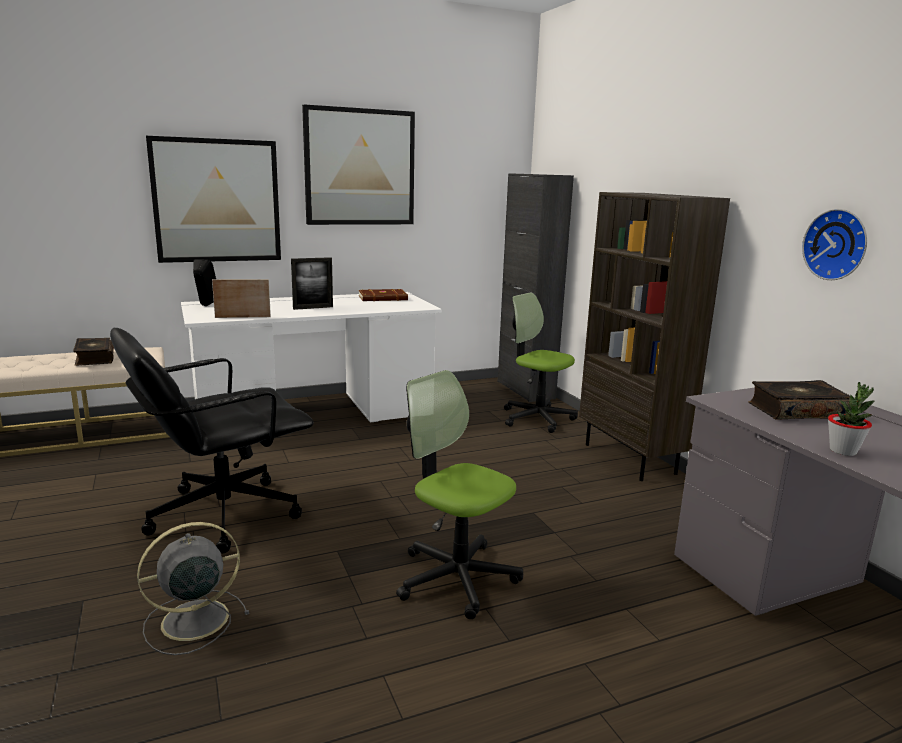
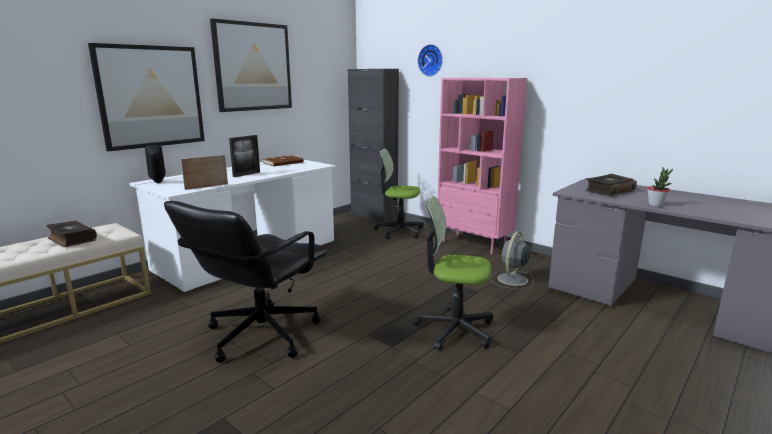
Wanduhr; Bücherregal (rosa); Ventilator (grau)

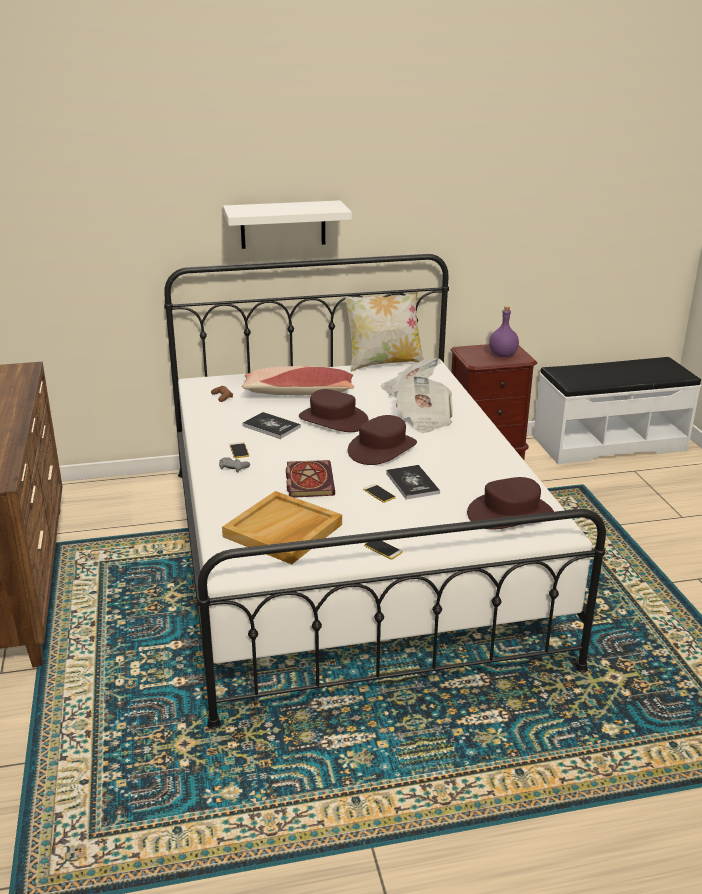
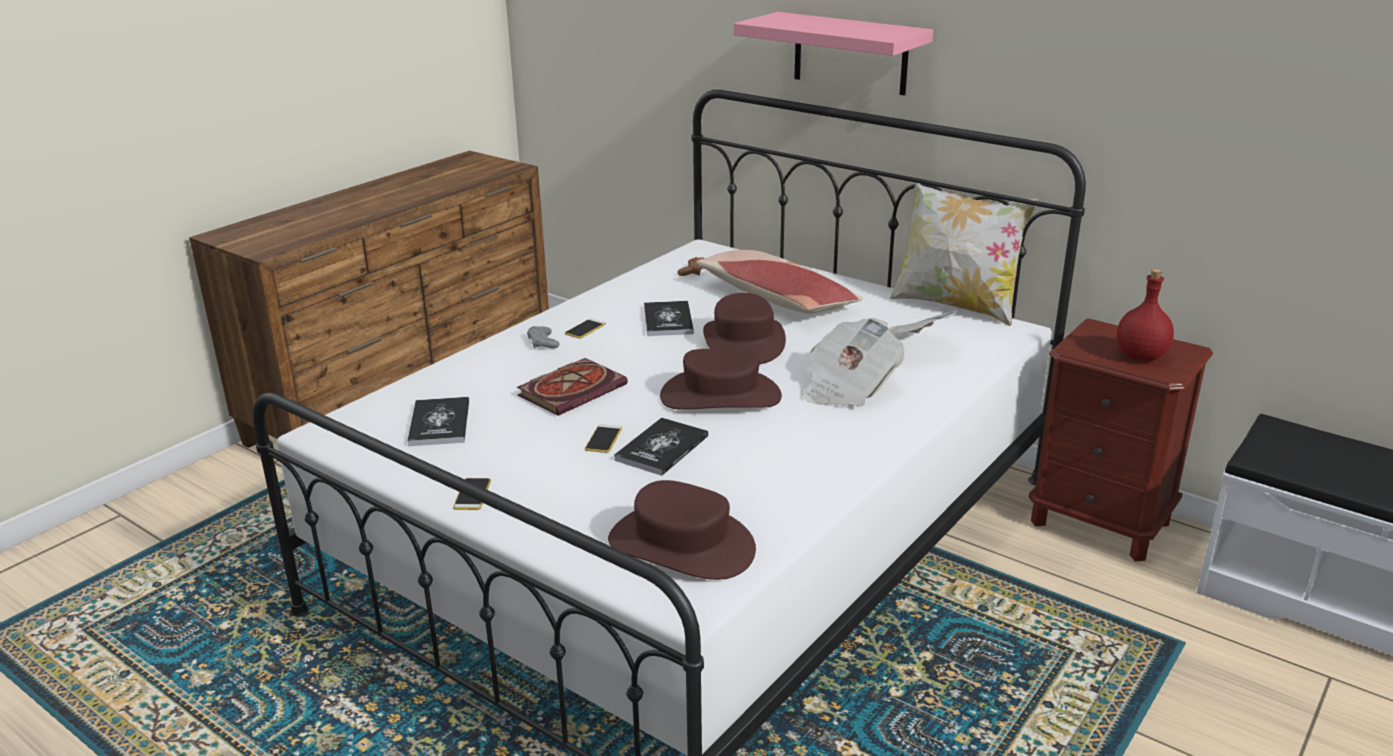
Buch (1st from left); Wandregal (rosa); Flasche (rot)

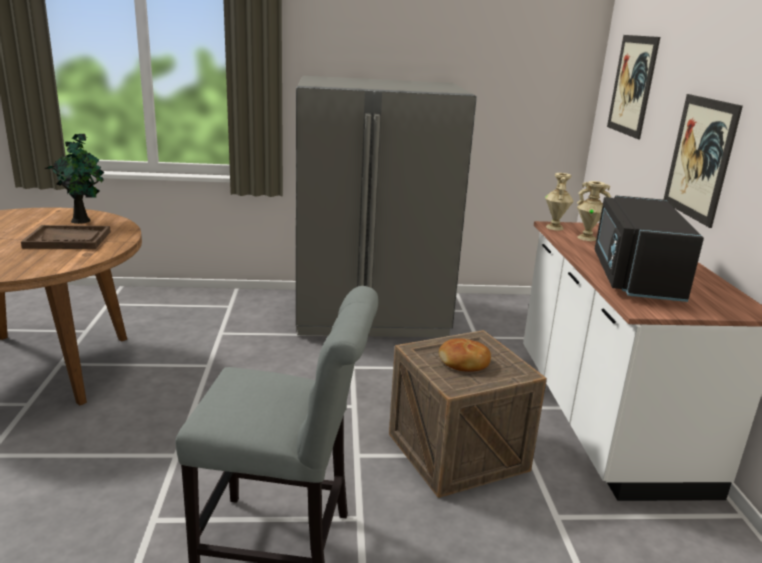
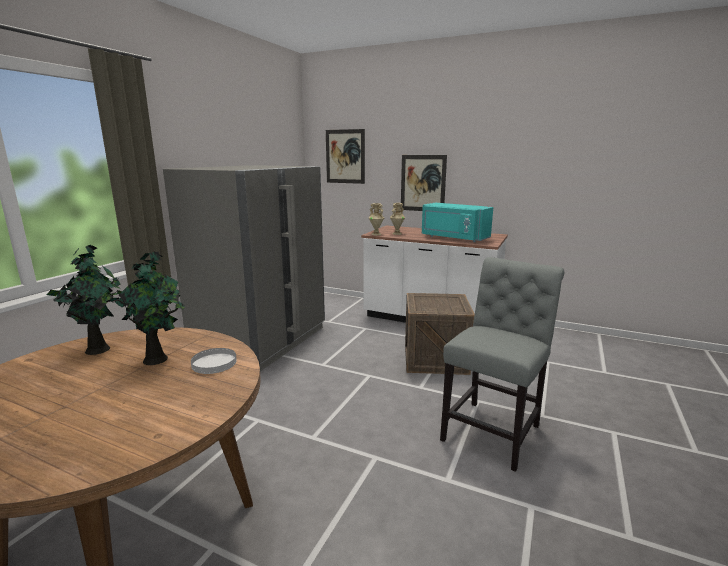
Topfpflanze (2nd from left); Teller (weiß); Mikrowelle (türkis); Brot

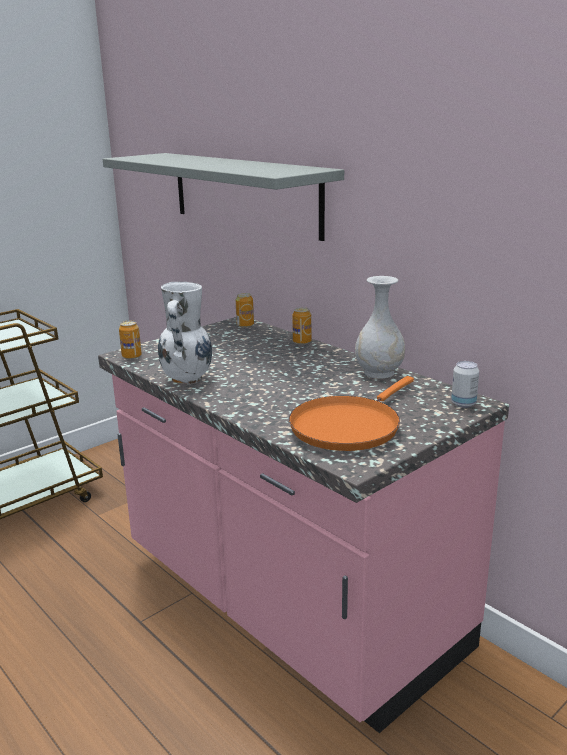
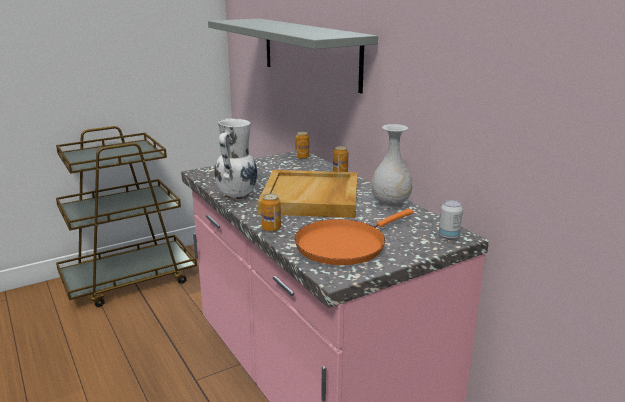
Tablett (beige); Dose (1st from left)

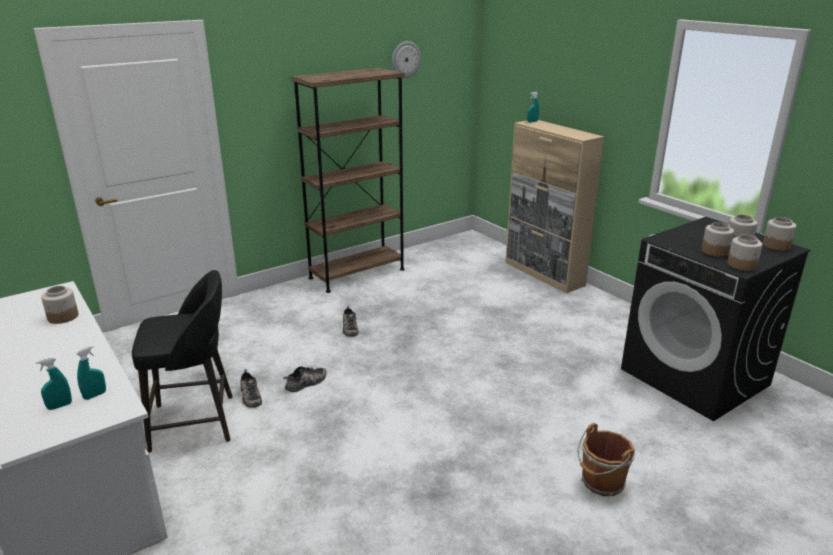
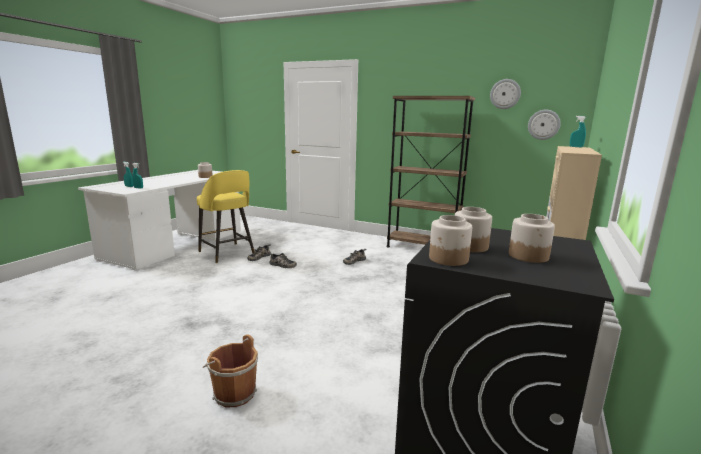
Hocker (gelb); Wanduhr (2nd from left); Vorratsglas (5th from left in the first image)

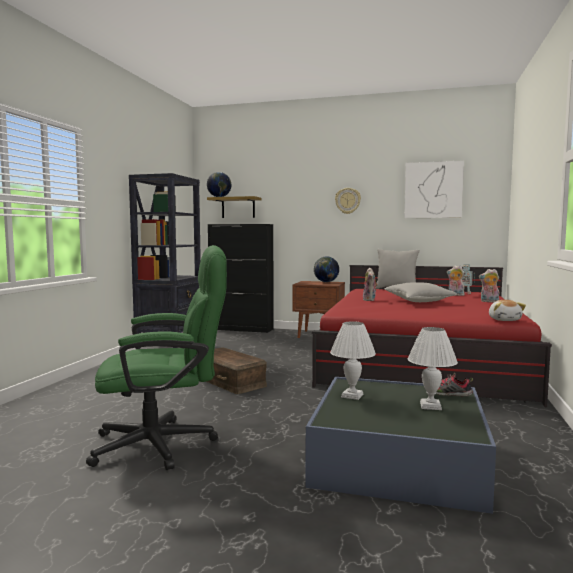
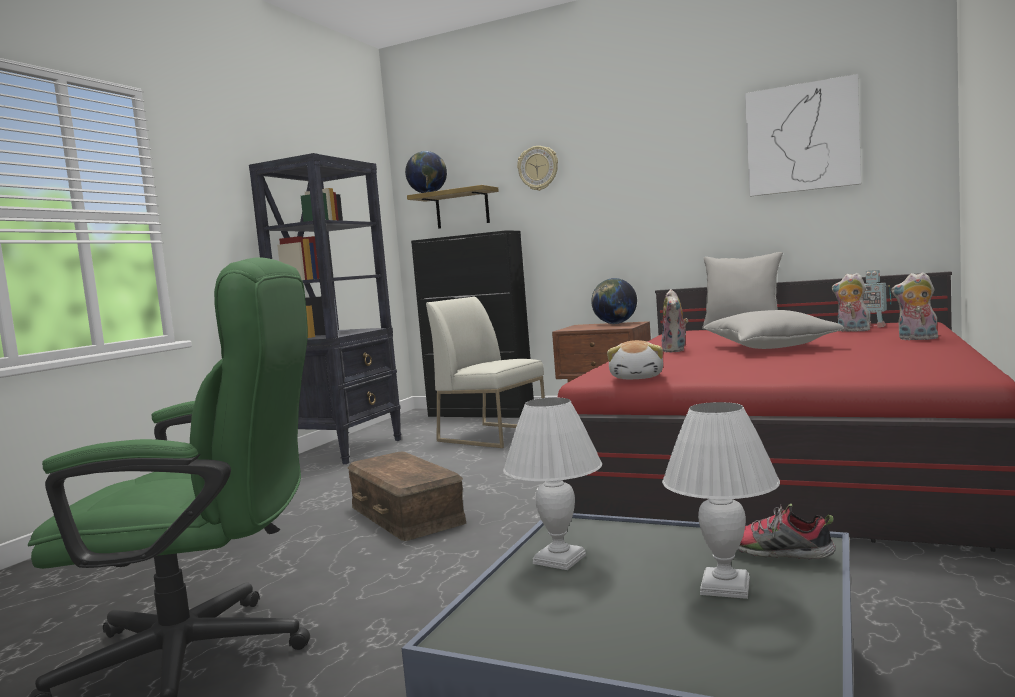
Stuhl (weiß); Wanduhr; Plüschtier (1st from left)

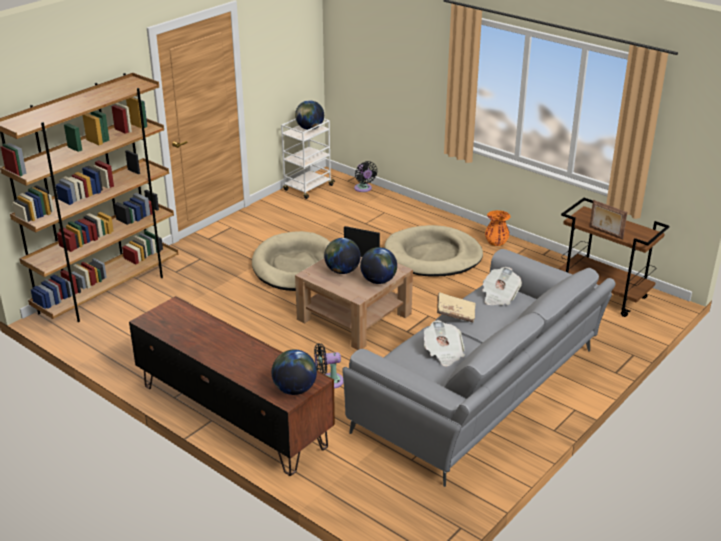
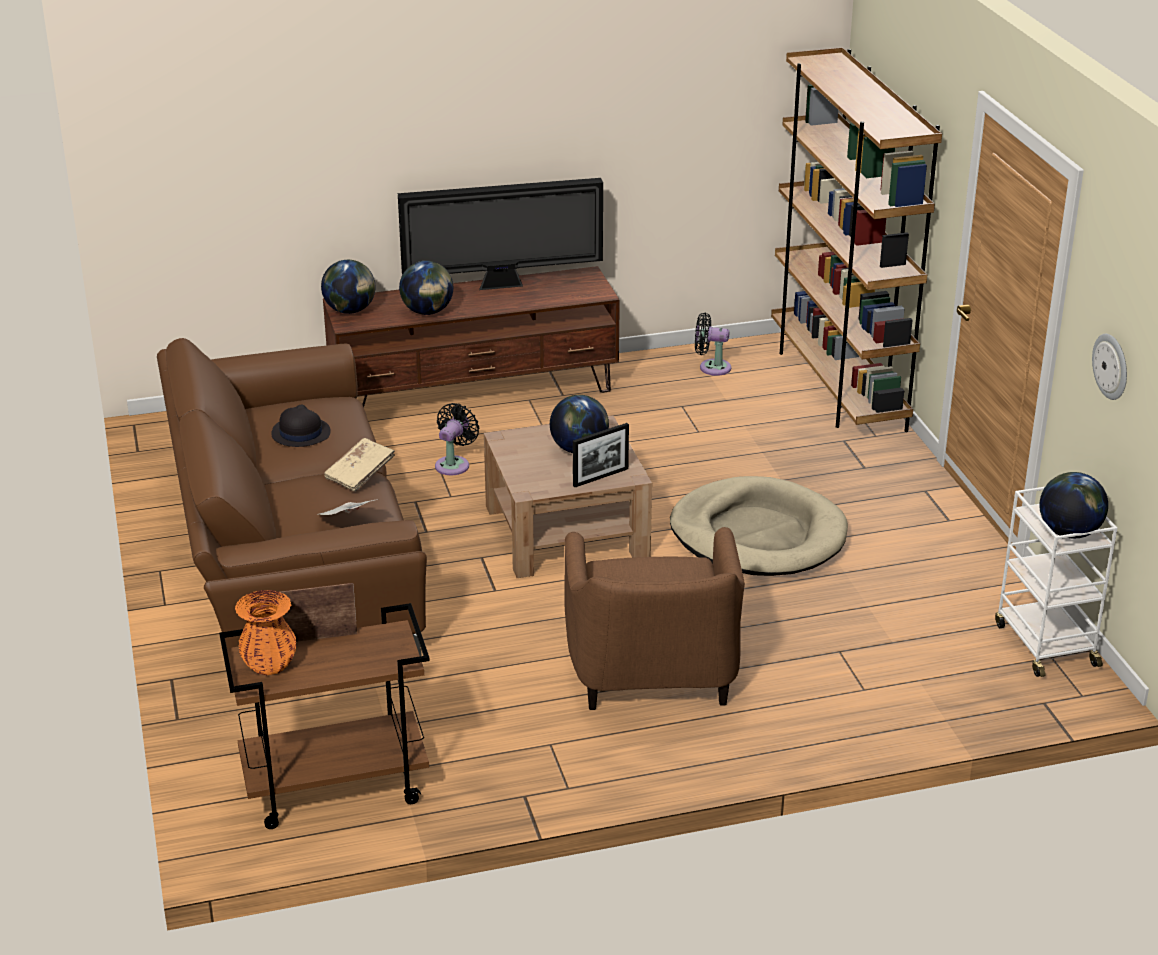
Sofa (braun); Vase (orange); Hut (schwarz); Fernseher; Globus (2nd from left); Sessel (braun); Ventilator (schwarz) (2nd from left); Wanduhr

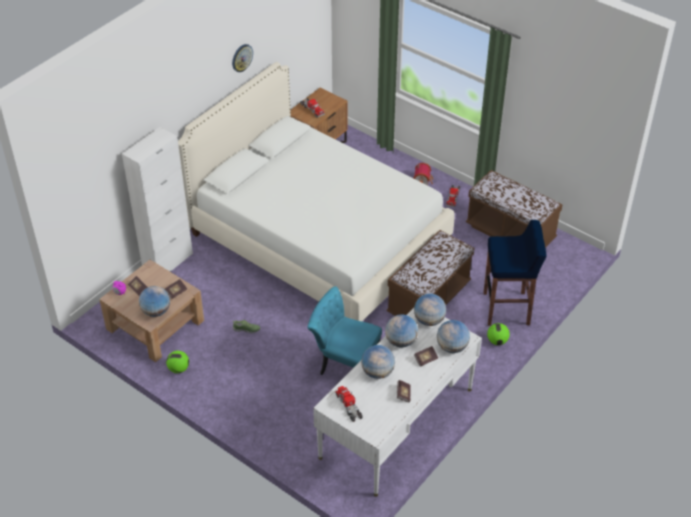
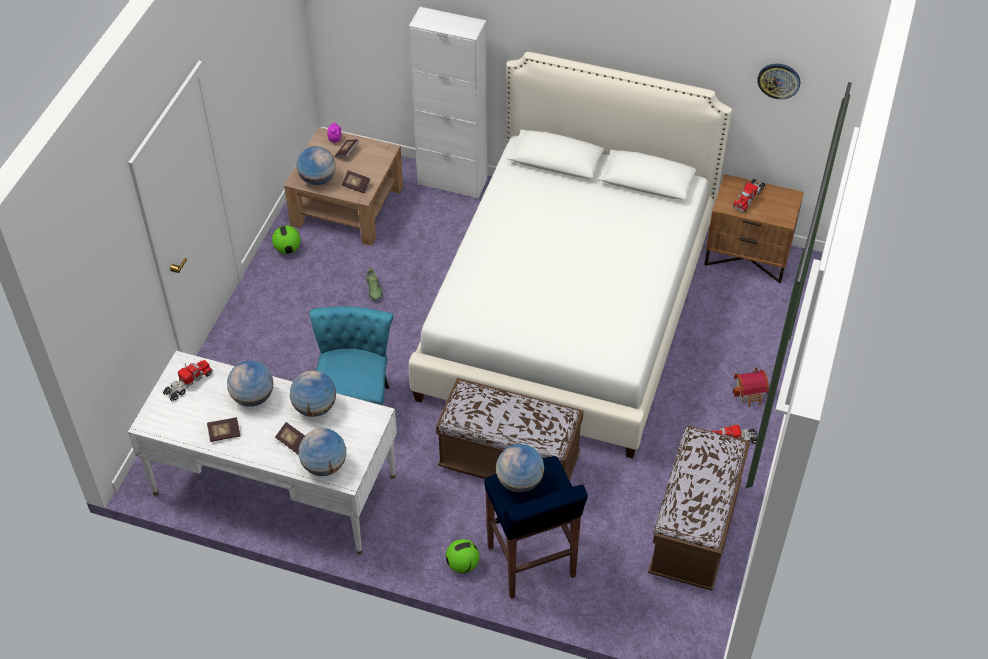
Globus (5th from left); Wanduhr

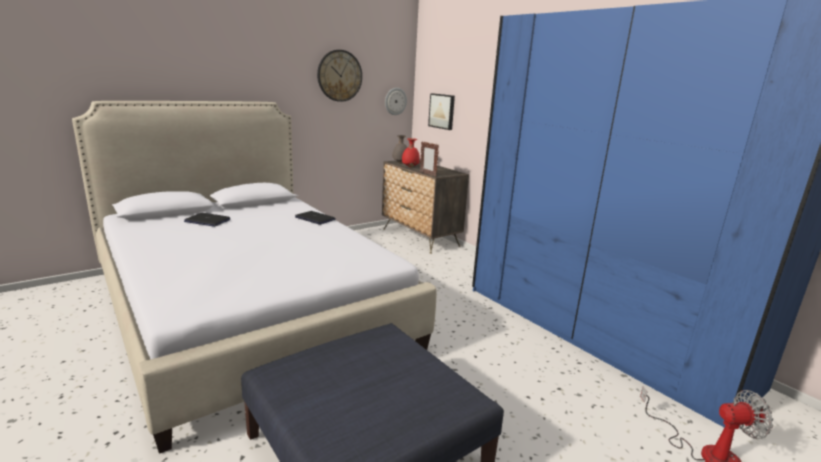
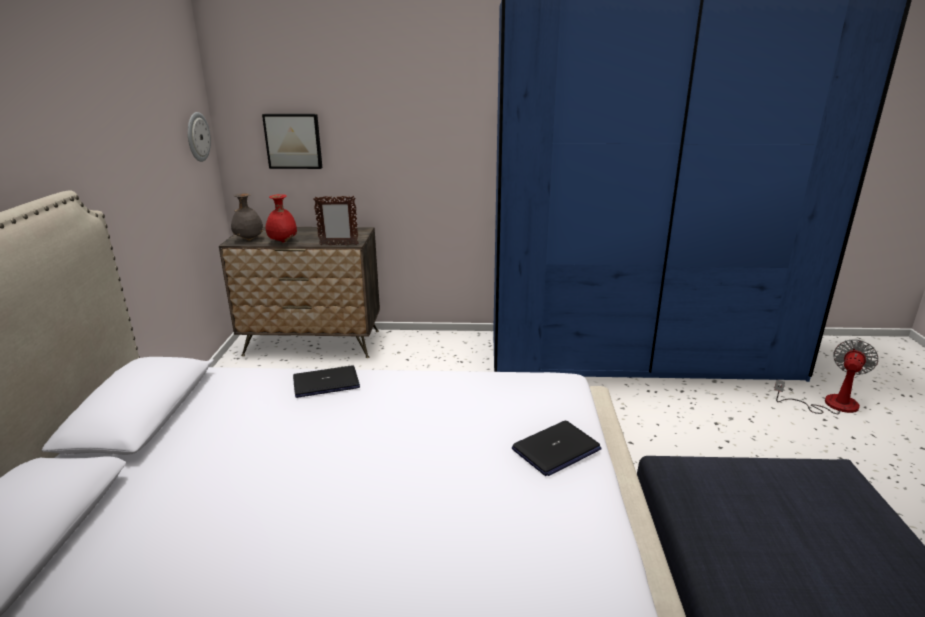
Laptop (2nd from left); Wanduhr (1st from left in the first image)

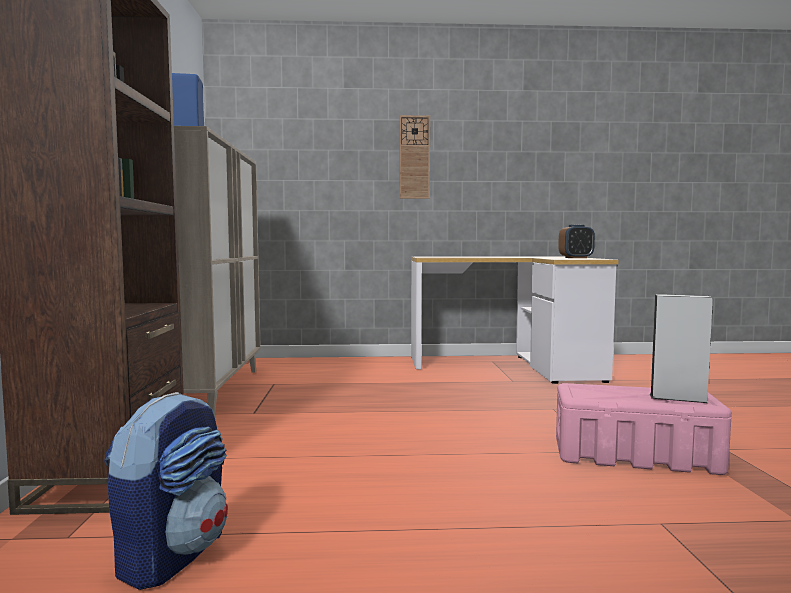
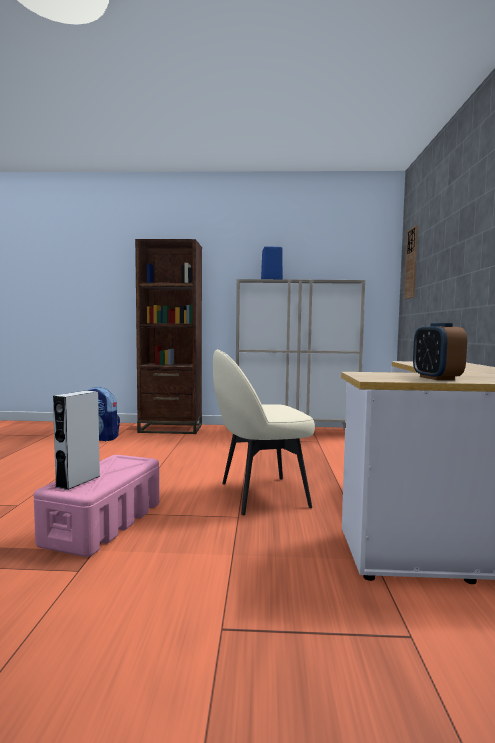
Stuhl (beige); Wanduhr

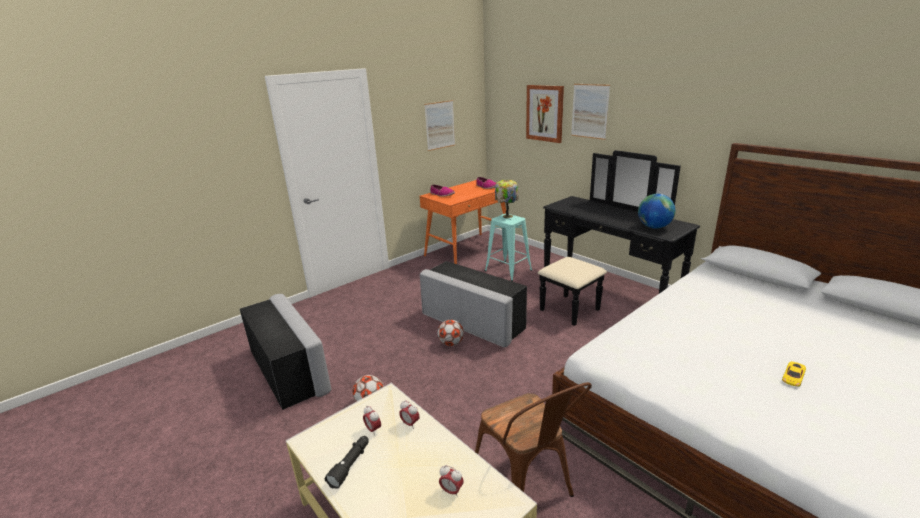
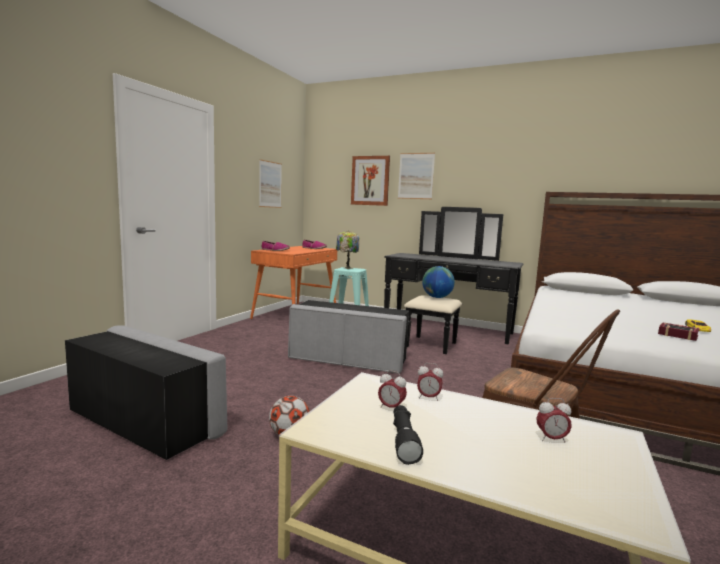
Globus; Buch; Fußball (2nd from left in the first image)

